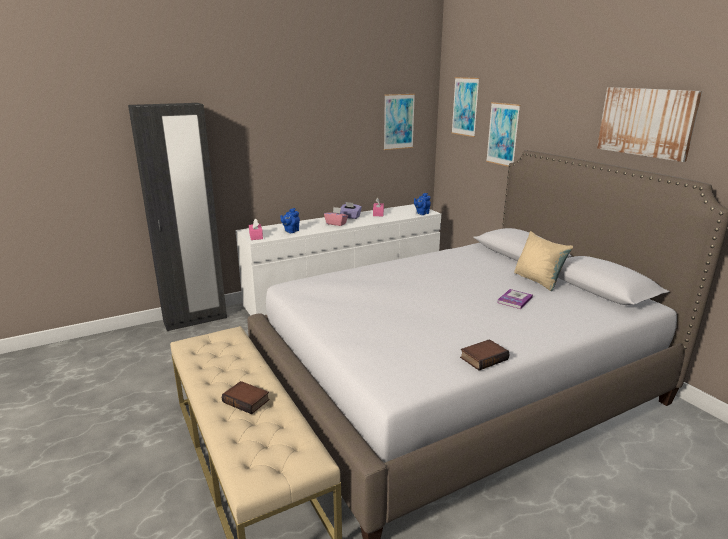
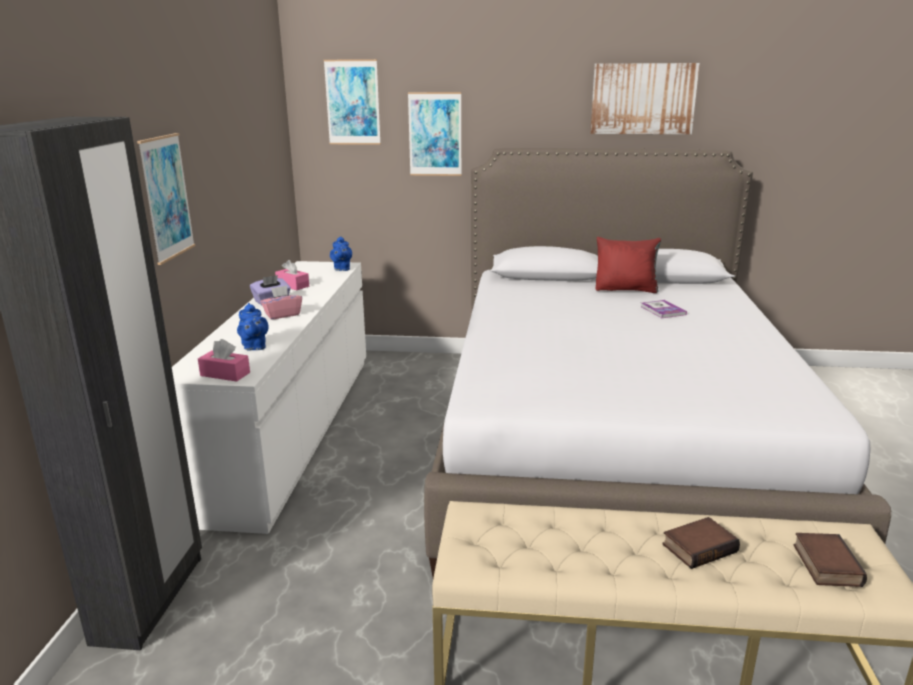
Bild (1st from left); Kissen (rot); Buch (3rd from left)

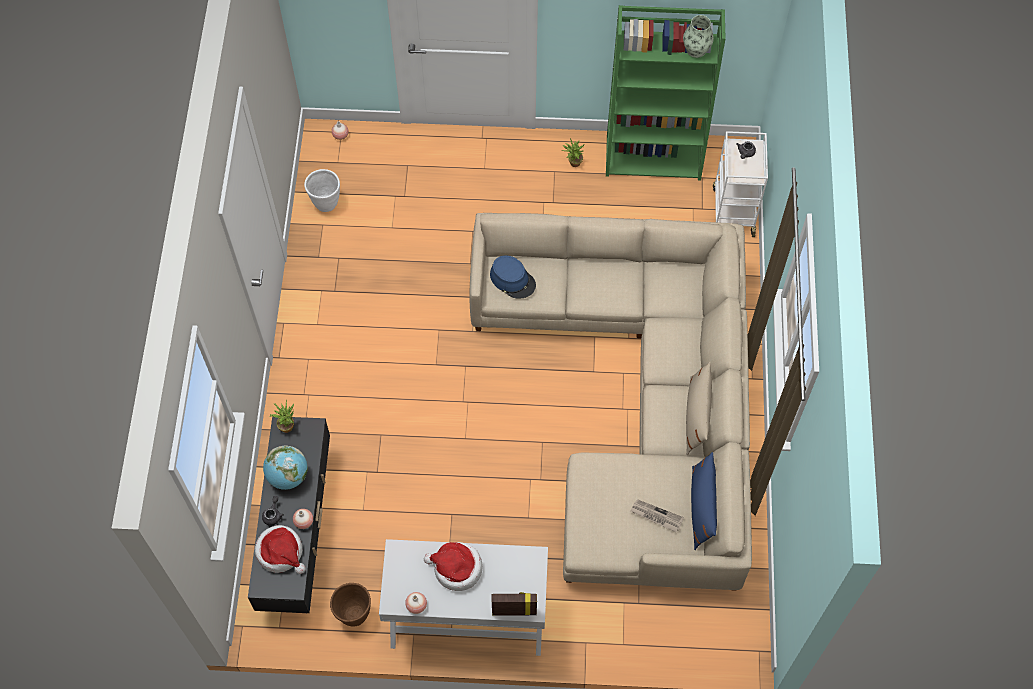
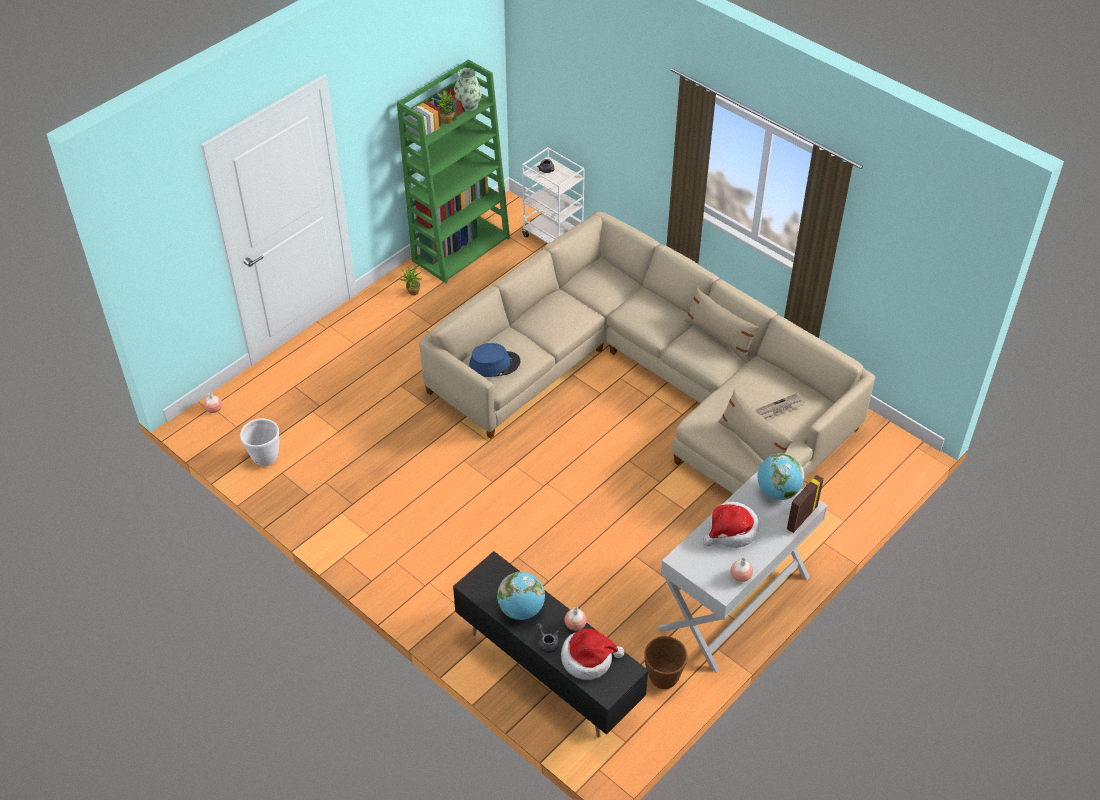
Topfpflanze (2nd from left); Kissen (beige) (2nd from left); Globus (2nd from left); Kissen (blau)

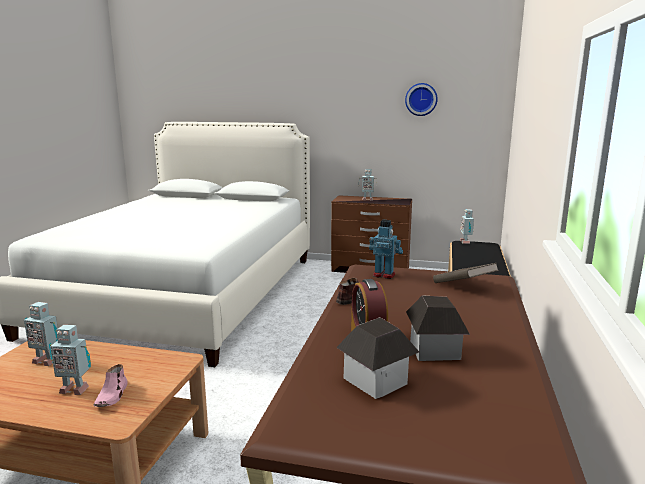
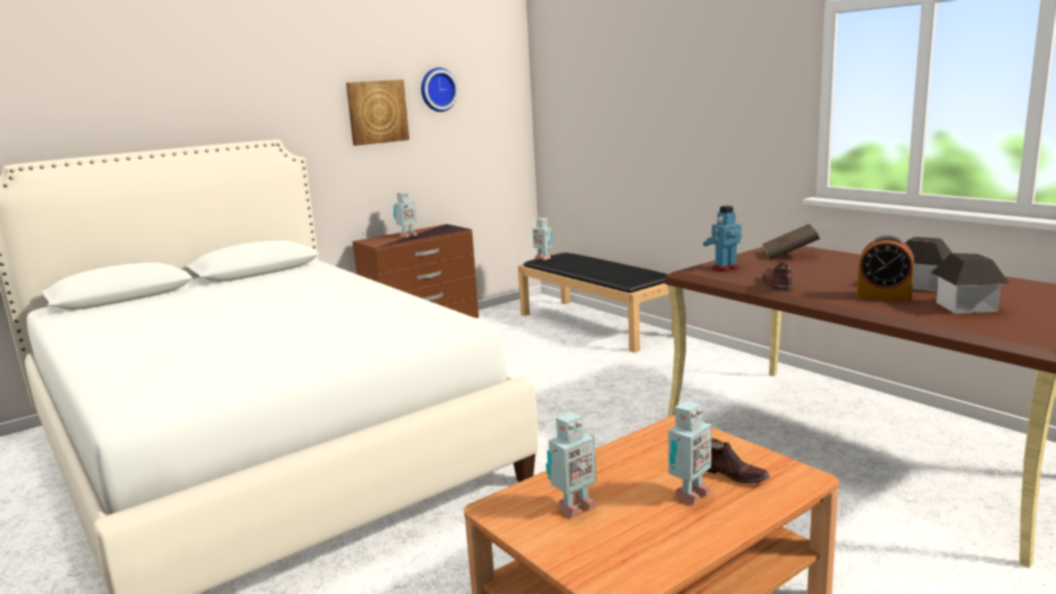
Bild; Schuh (braun) (1st from left)

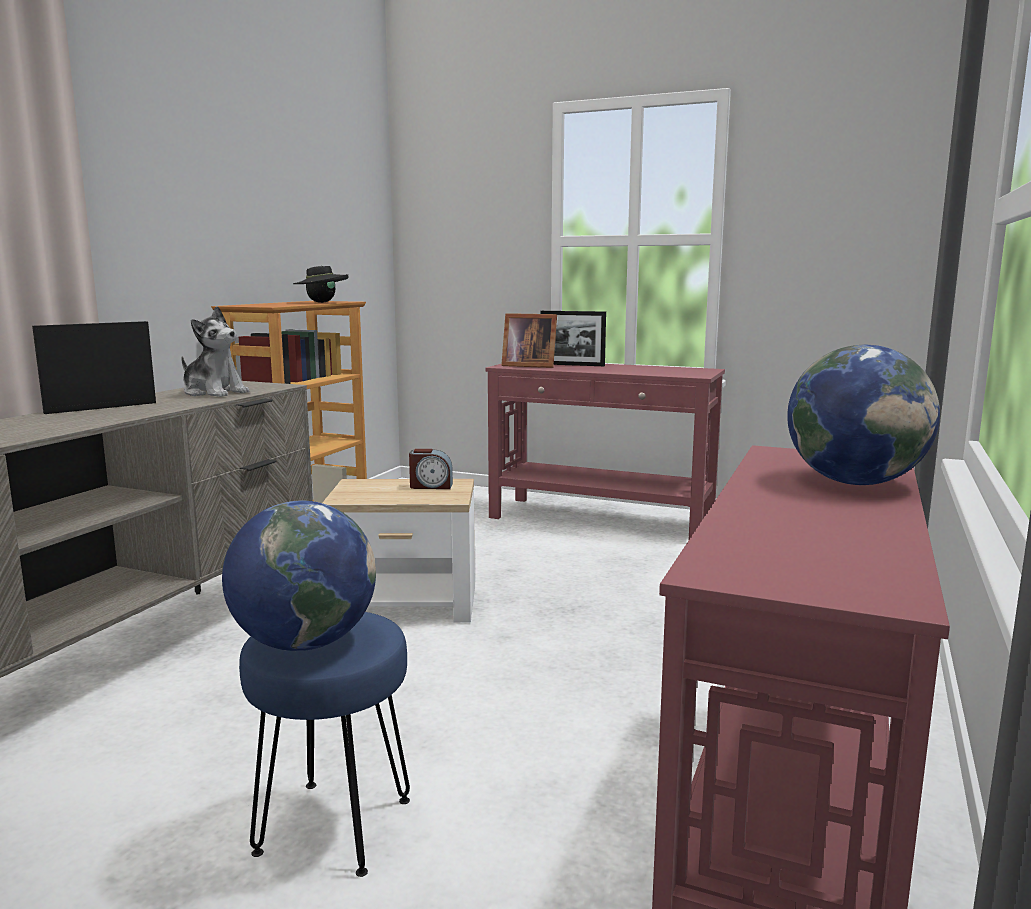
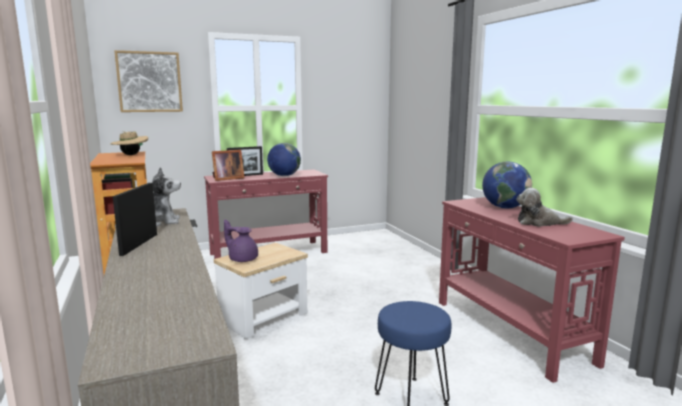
Hut (beige); Bild; Teekanne (lila); Globus (1st from left); Plüschtier (2nd from left); Wecker

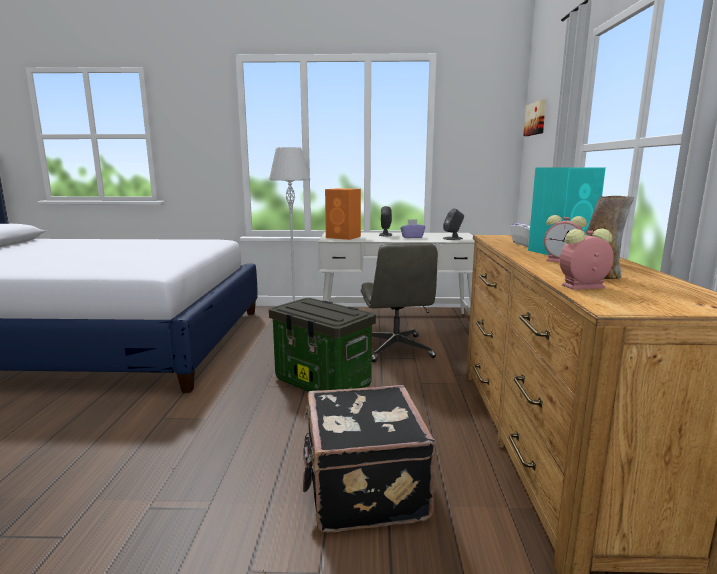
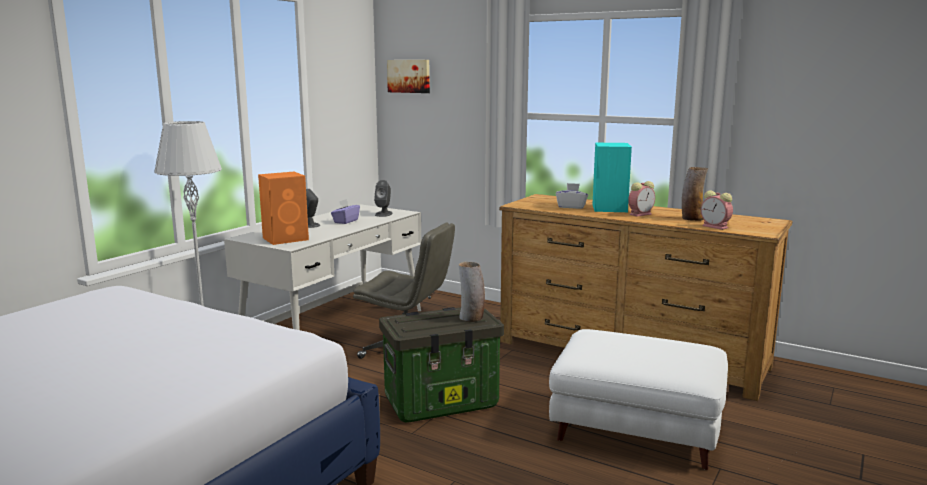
Vase (1st from left); Polsterhocker (weiß); Wecker (2nd from left)

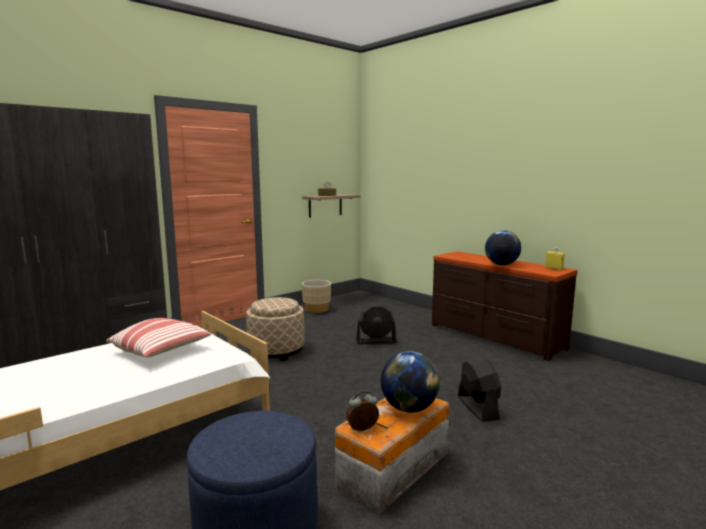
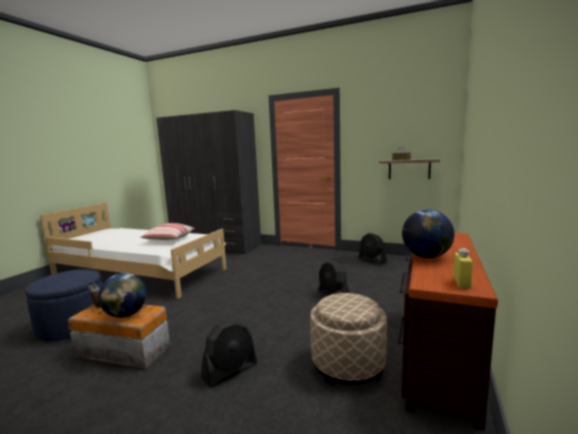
Polsterhocker (beige); Ventilator (schwarz) (3rd from left)

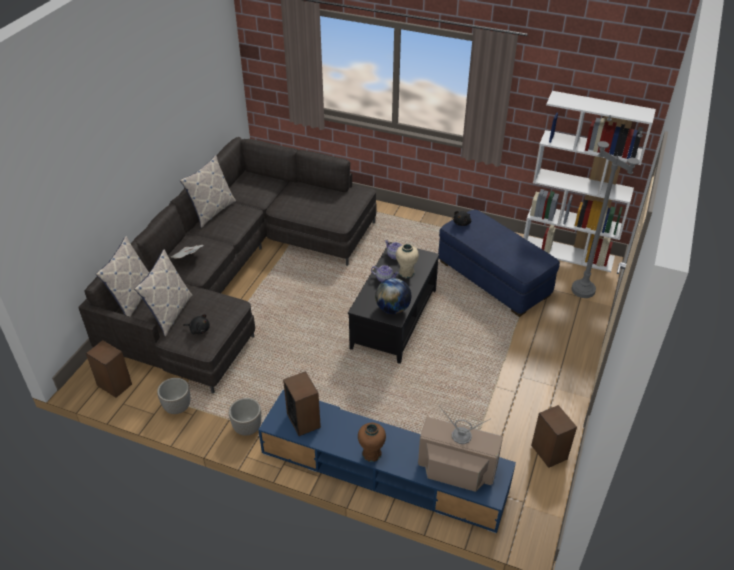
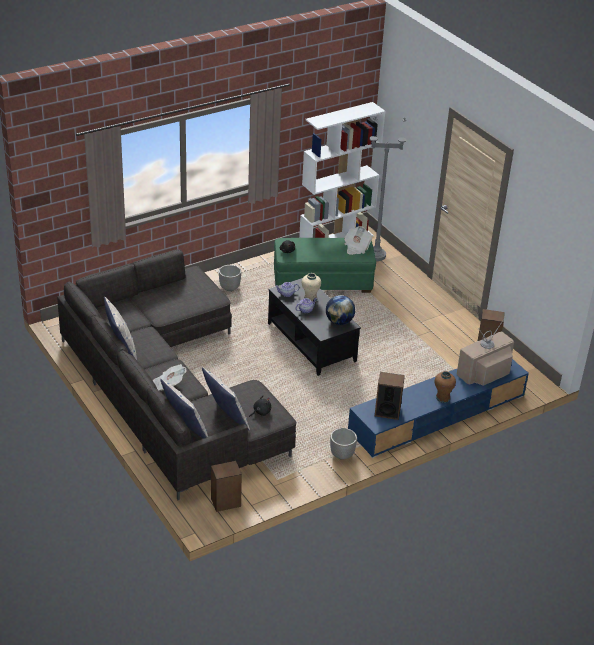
Pflanzkübel (1st from left); Polsterhocker (grün); Zeitung (2nd from left)

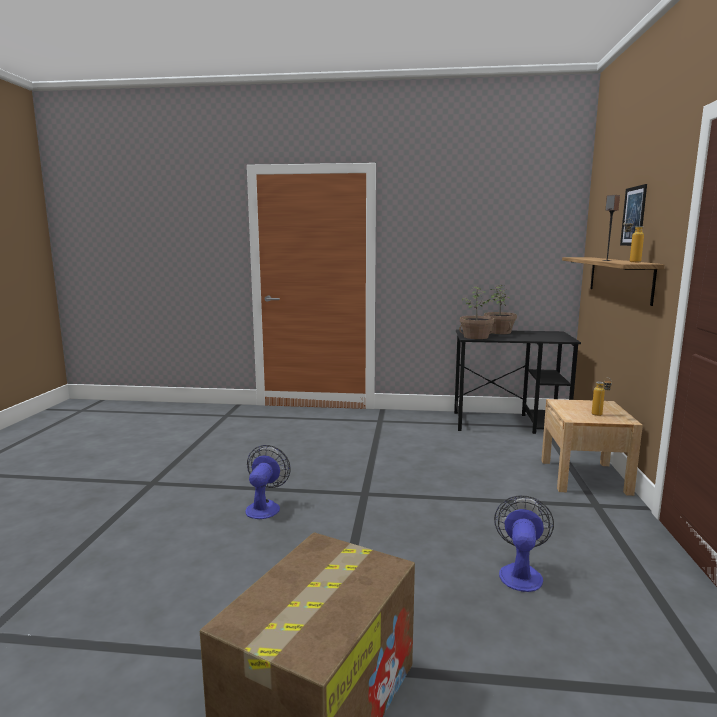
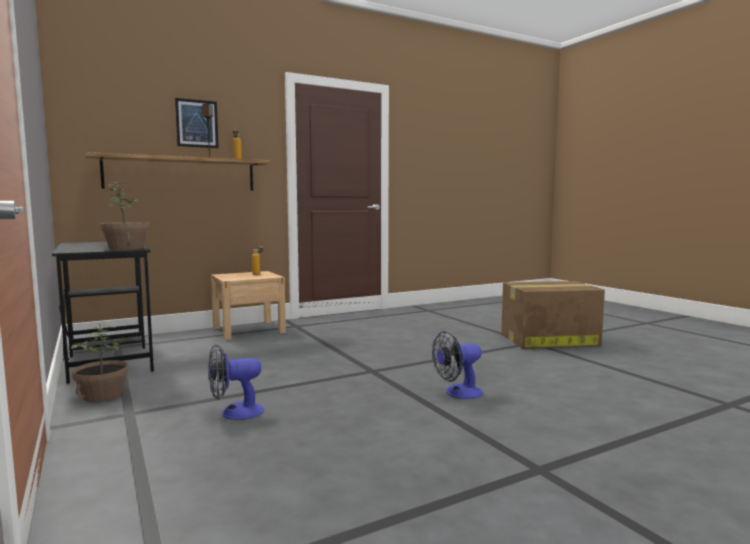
Topfpflanze (1st from left); Ventilator (1st from left)

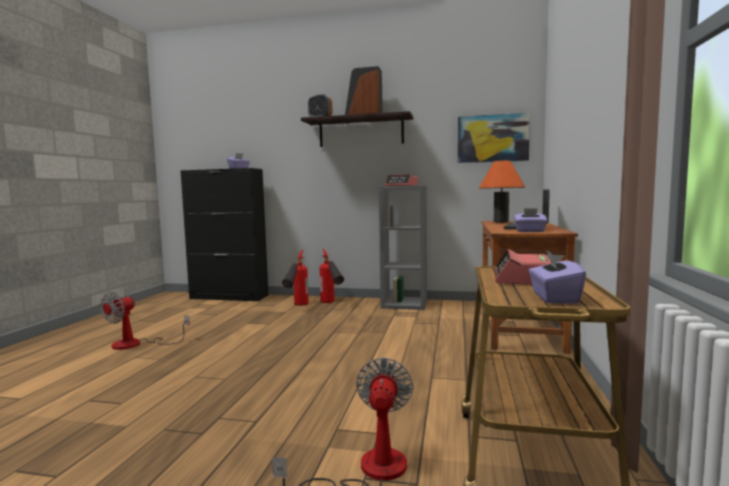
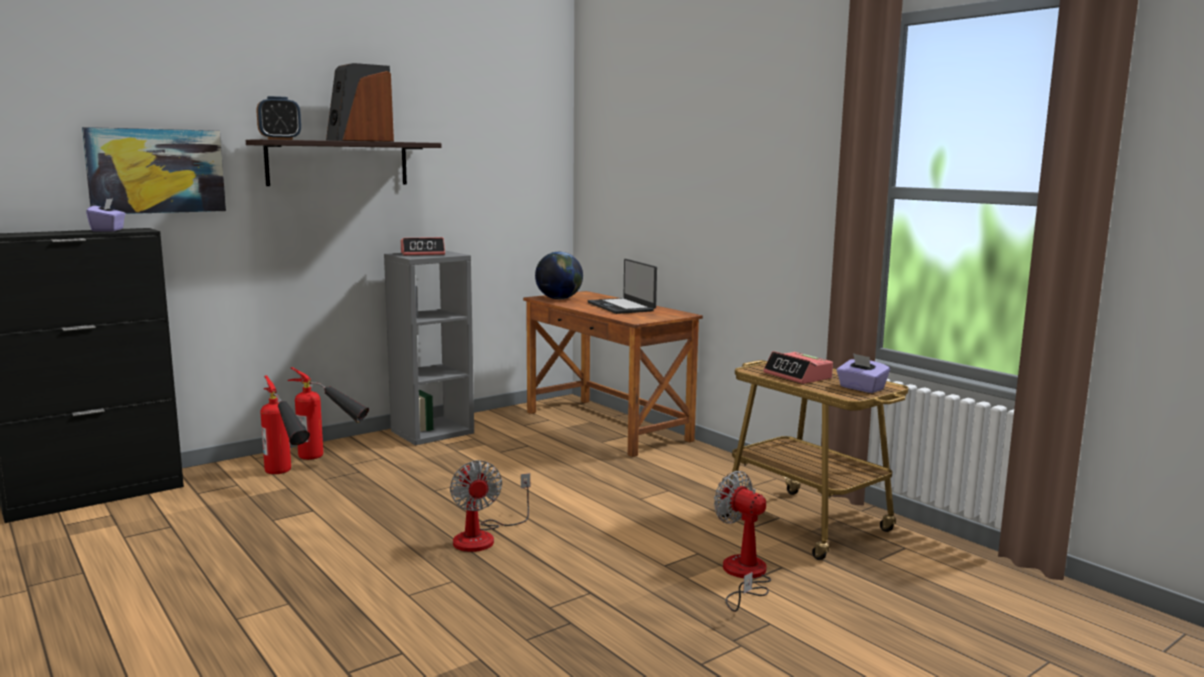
Bild; Ventilator (1st from left); Globus; Taschentuchbox (lila) (2nd from left in the first image)

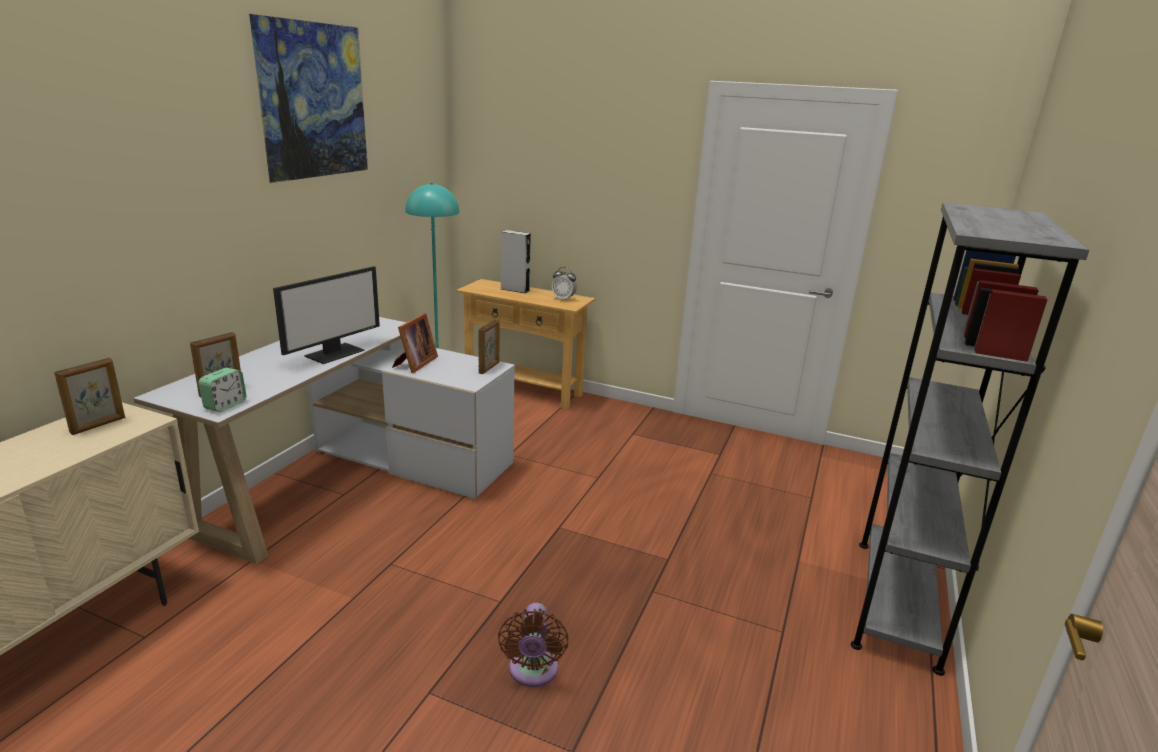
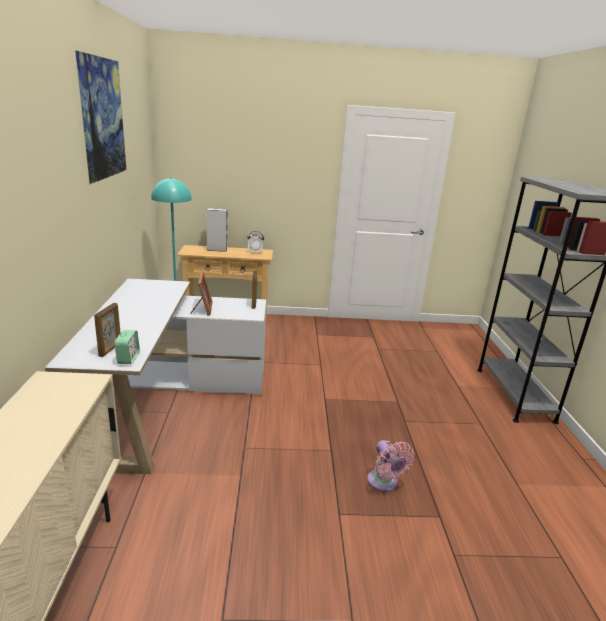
Ventilator (rosa); Bilderrahmen (1st from left in the first image); Monitor

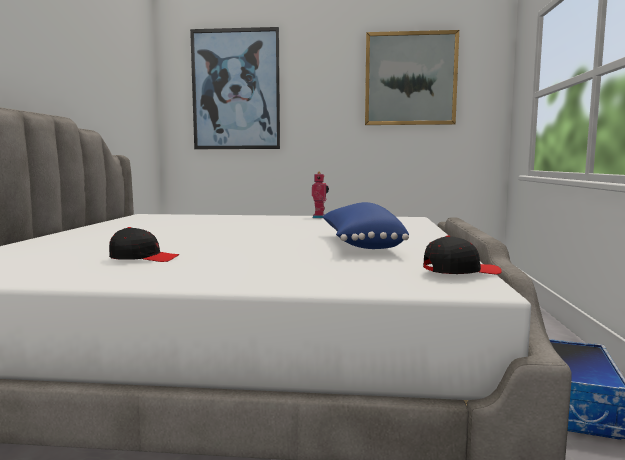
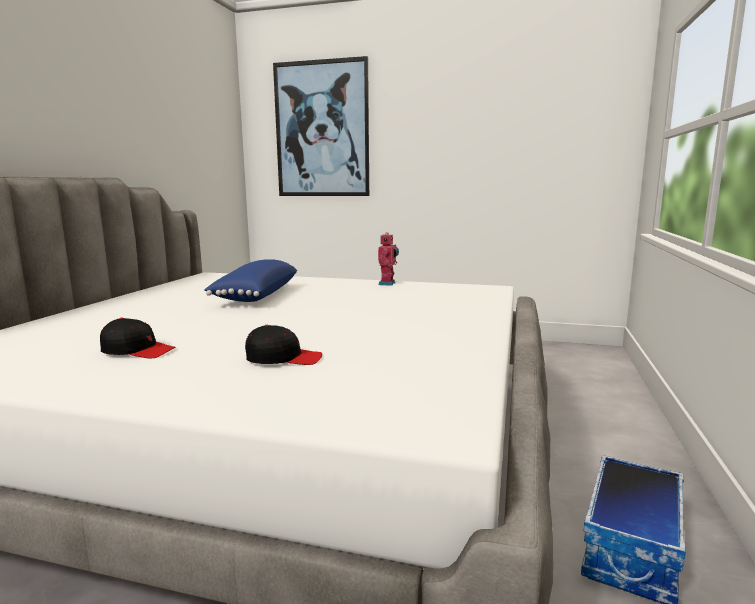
Kissen (blau); Kappe (schwarz) (2nd from left); Bild (2nd from left in the first image)

